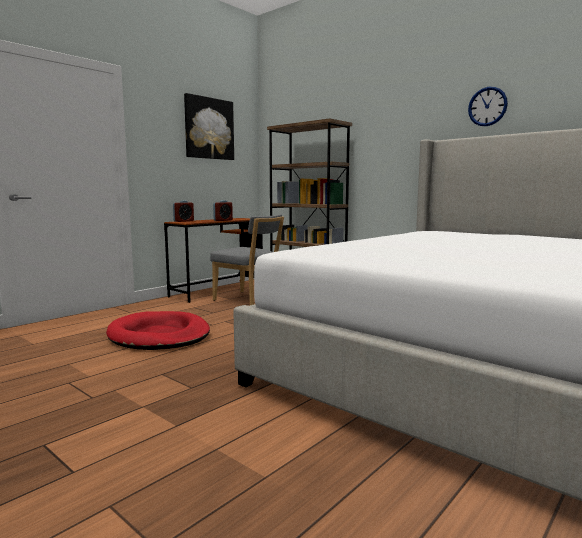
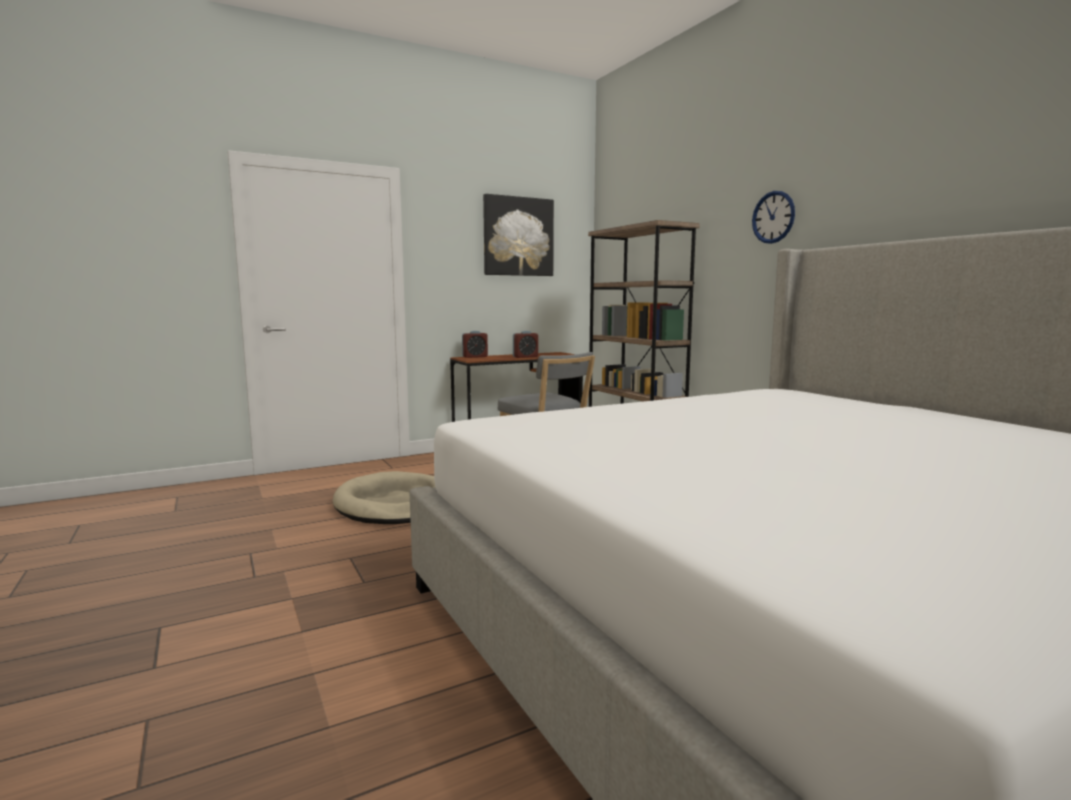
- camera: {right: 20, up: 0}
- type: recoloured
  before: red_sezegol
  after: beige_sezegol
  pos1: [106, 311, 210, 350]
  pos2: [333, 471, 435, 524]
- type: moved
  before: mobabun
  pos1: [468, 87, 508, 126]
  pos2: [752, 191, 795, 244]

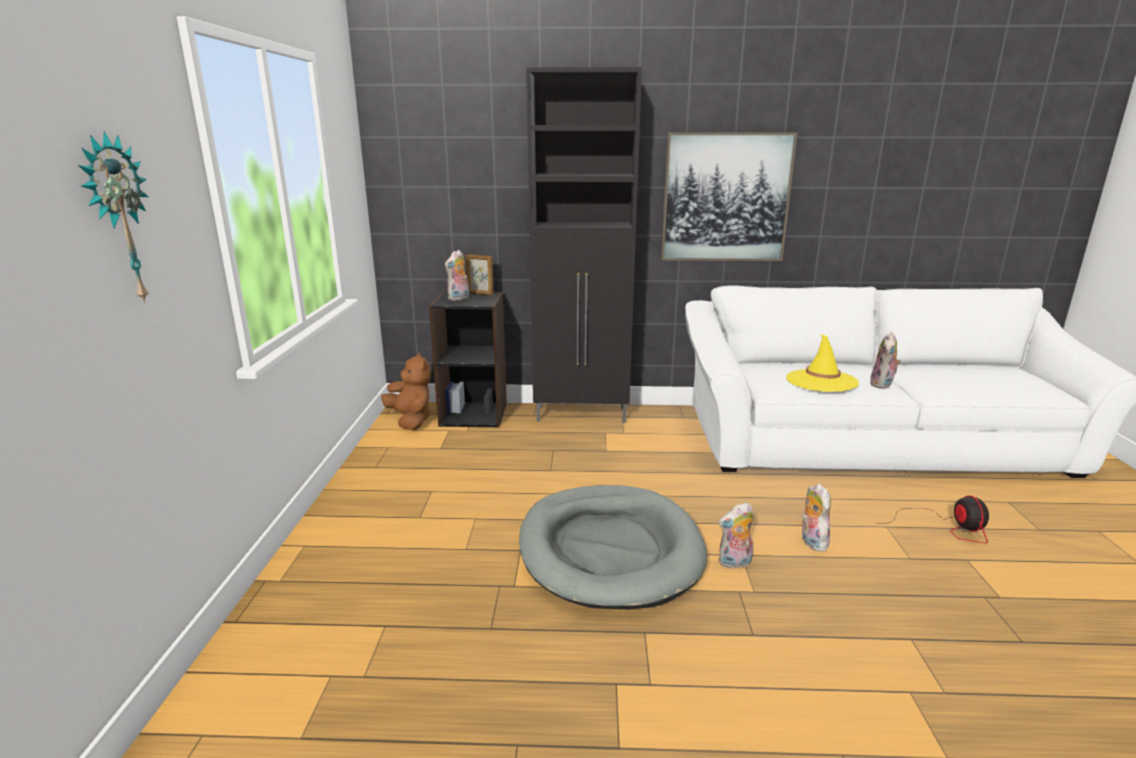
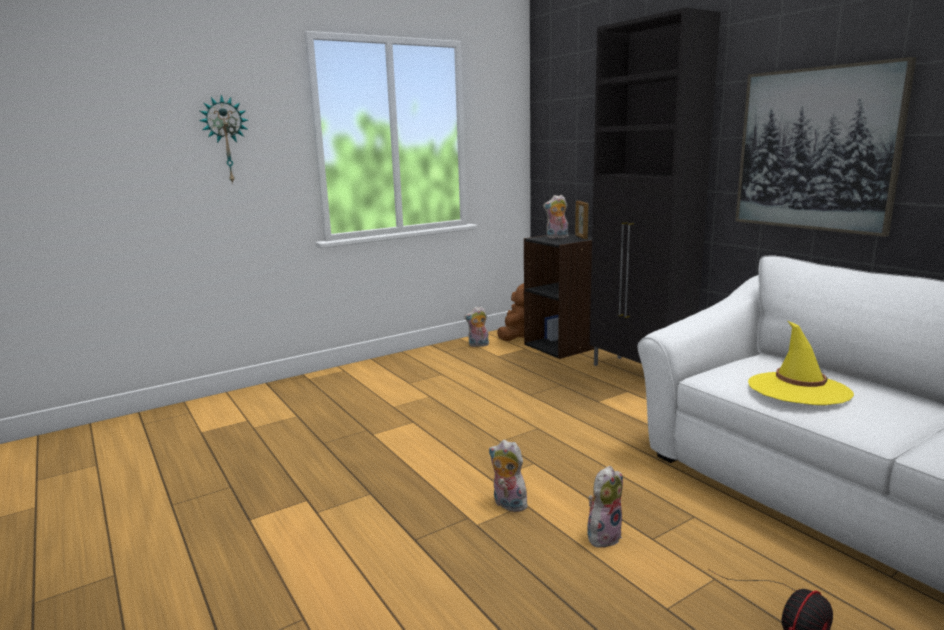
- camera: {right: 55, up: -5}
- type: removed
  before: grey_sezegol
  pos1: [519, 485, 707, 609]
- type: moved
  before: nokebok
  pos1: [870, 331, 901, 389]
  pos2: [464, 306, 489, 347]

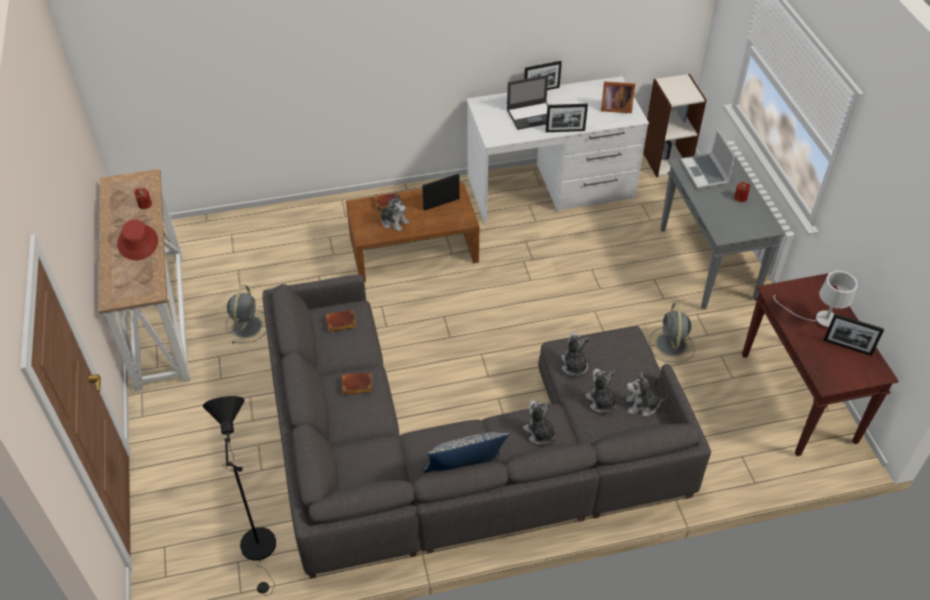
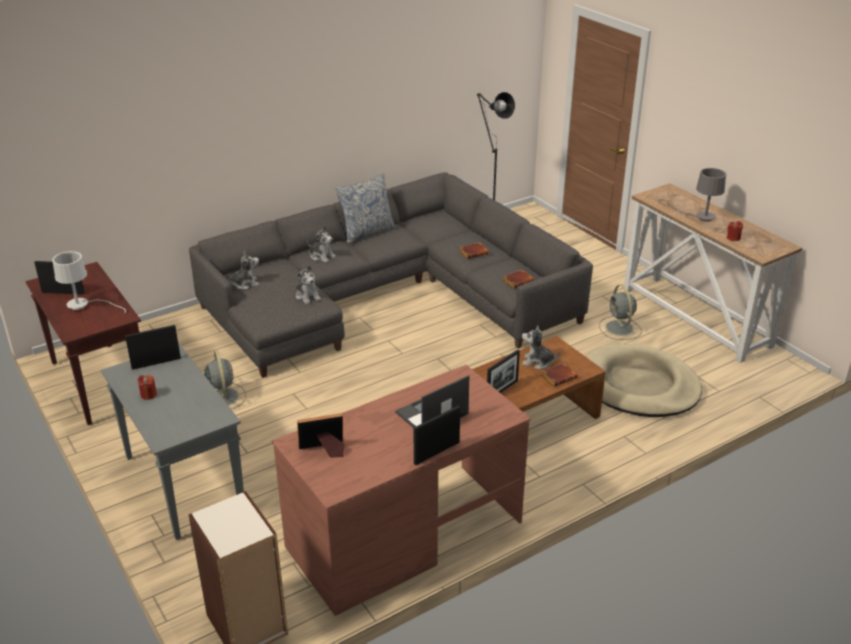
- camera: {right: 160, up: -15}
- type: replaced
  before: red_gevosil
  after: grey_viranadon
  pos1: [117, 219, 158, 260]
  pos2: [667, 168, 726, 222]
- type: recoloured
  before: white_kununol
  after: brown_kununol
  pos1: [466, 76, 649, 224]
  pos2: [272, 365, 531, 616]
- type: moved
  before: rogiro
  pos1: [546, 104, 588, 132]
  pos2: [125, 325, 181, 370]
- type: removed
  before: nokebok
  pos1: [585, 369, 617, 413]
- type: removed
  before: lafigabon
  pos1: [681, 129, 735, 188]
- type: added
  after: beige_sezegol
  pos2: [586, 344, 702, 417]

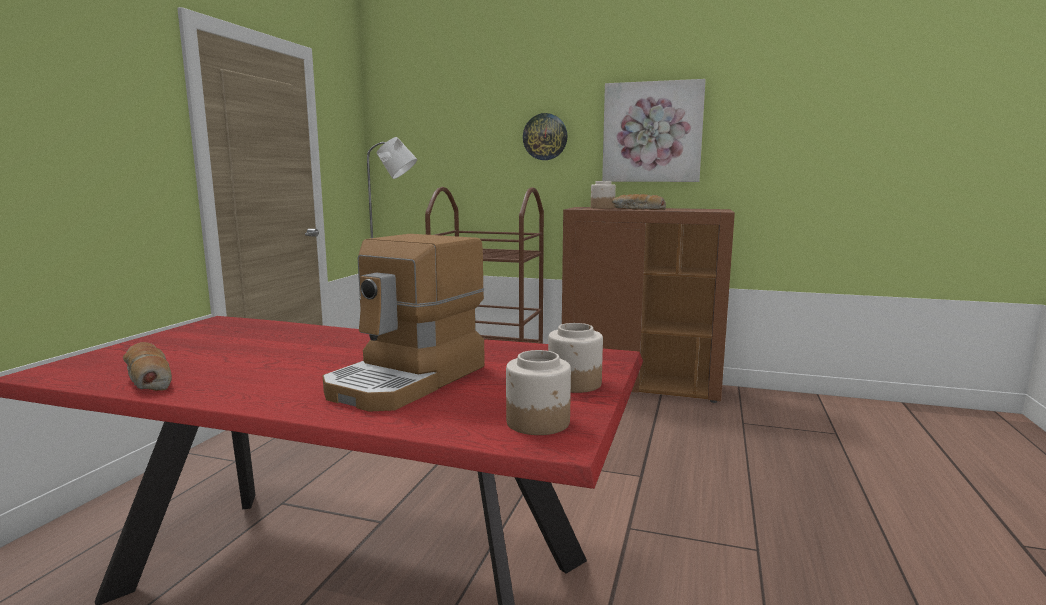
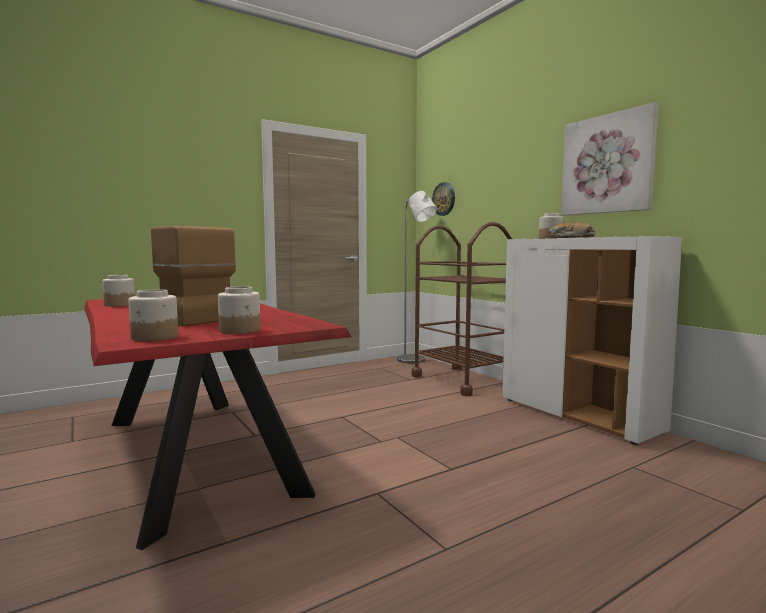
- camera: {right: 40, up: -5}
- type: replaced
  before: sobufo
  after: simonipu
  pos1: [123, 342, 172, 391]
  pos2: [102, 275, 135, 307]
- type: turned
  before: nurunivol
  pos1: [323, 234, 485, 412]
  pos2: [151, 226, 236, 326]
  turn: 60
- type: moved
  before: mobabun
  pos1: [523, 113, 568, 160]
  pos2: [432, 182, 455, 216]
- type: recoloured
  before: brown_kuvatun
  after: white_kuvatun
  pos1: [562, 207, 735, 403]
  pos2: [502, 236, 682, 445]

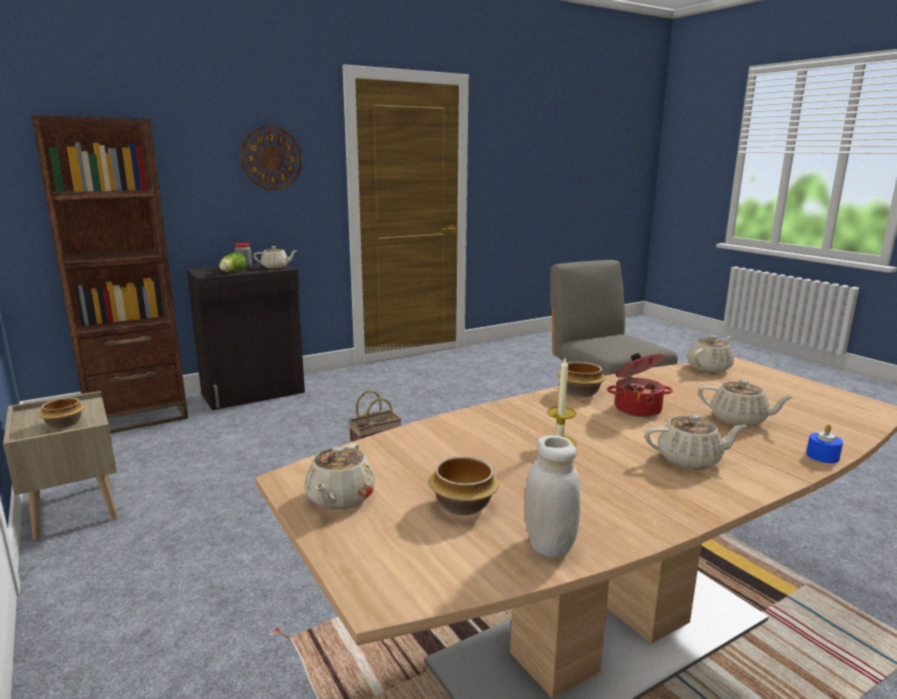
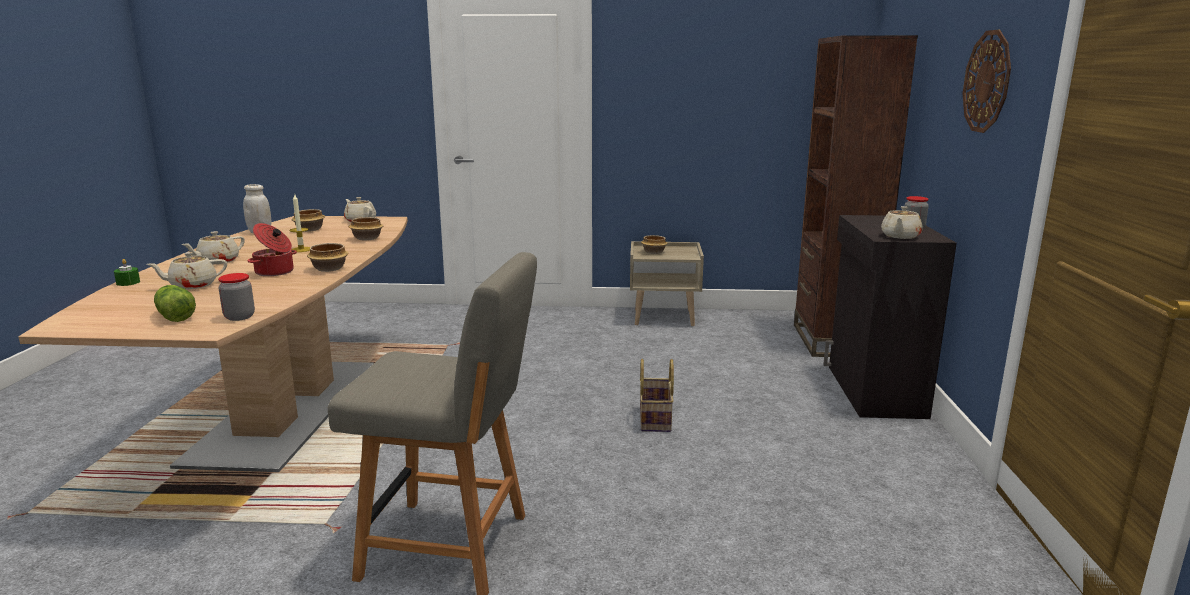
- camera: {right: 125, up: 0}
- type: moved
  before: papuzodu
  pos1: [219, 253, 246, 272]
  pos2: [154, 285, 196, 322]
- type: replaced
  before: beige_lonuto
  after: simonipu
  pos1: [687, 335, 734, 373]
  pos2: [218, 273, 255, 321]
- type: recoloured
  before: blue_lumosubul
  after: green_lumosubul
  pos1: [806, 424, 843, 463]
  pos2: [114, 259, 140, 286]
- type: added
  after: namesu
  pos2: [349, 217, 384, 240]

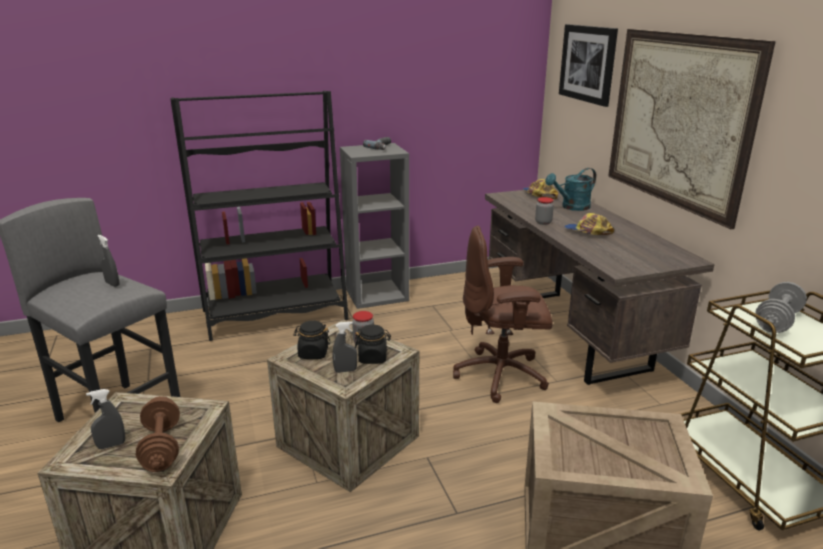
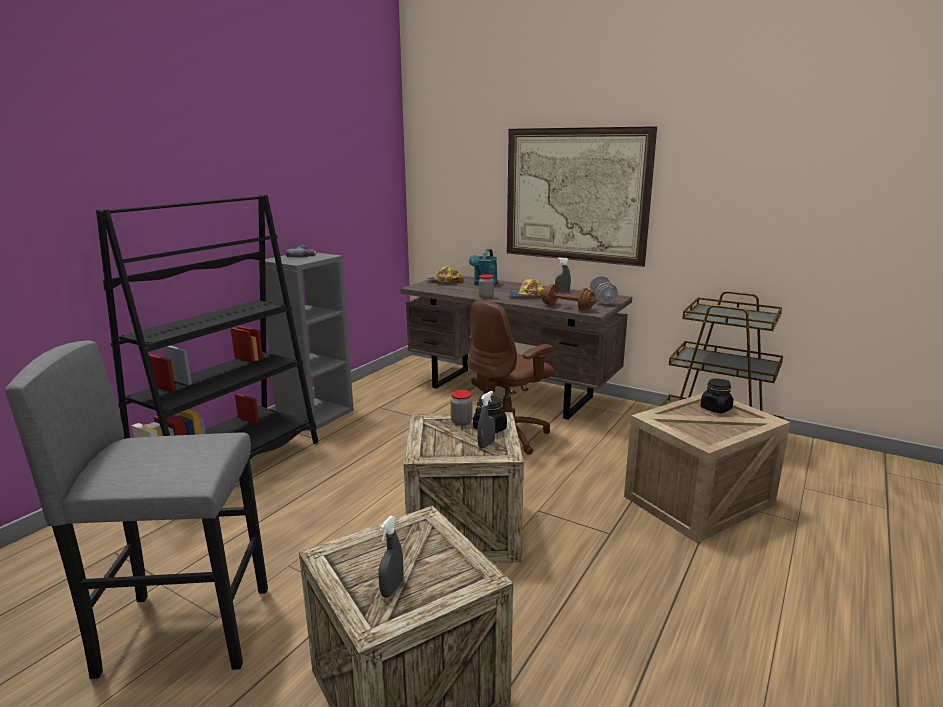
- camera: {right: -40, up: -5}
- type: moved
  before: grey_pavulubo
  pos1: [97, 235, 120, 287]
  pos2: [555, 258, 571, 293]
- type: moved
  before: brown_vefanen
  pos1: [136, 396, 180, 472]
  pos2: [541, 284, 597, 311]
- type: moved
  before: black_simonipu
  pos1: [293, 321, 331, 359]
  pos2: [700, 379, 734, 413]
- type: removed
  before: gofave
  pos1: [559, 24, 618, 107]
- type: moved
  before: grey_vefanen
  pos1: [755, 282, 807, 333]
  pos2: [590, 276, 618, 304]

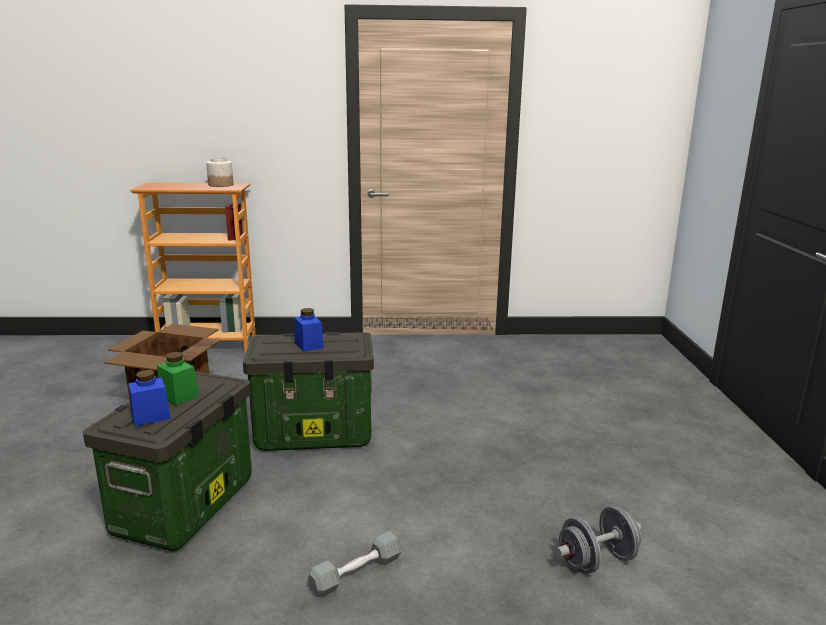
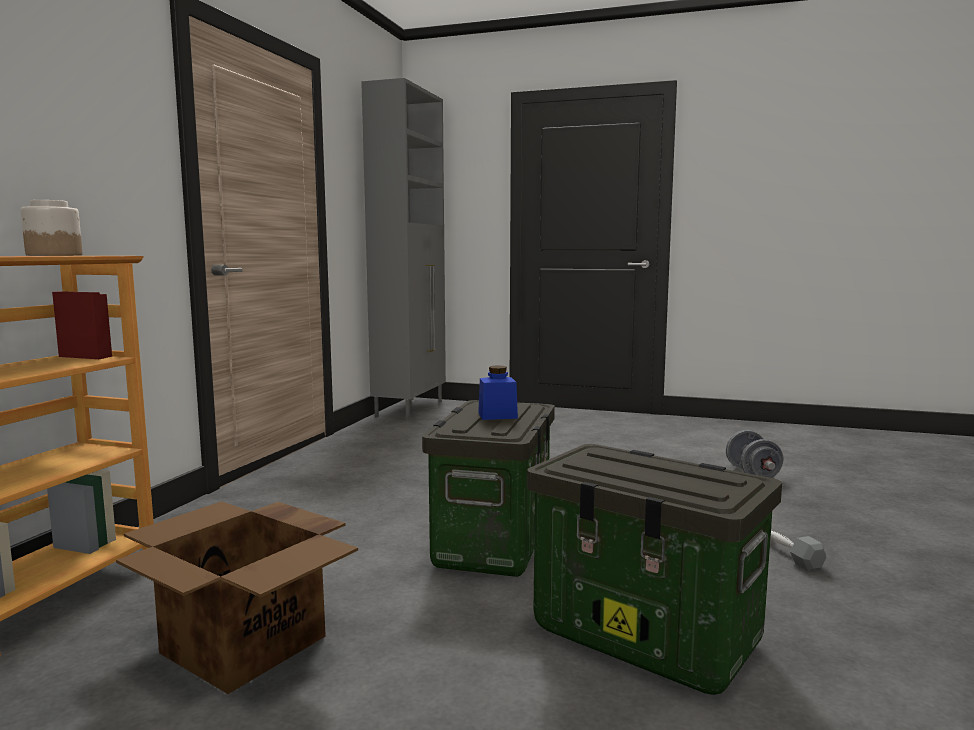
- camera: {right: -70, up: -10}
- type: removed
  before: blue_simonipu
  pos1: [128, 370, 171, 426]
- type: removed
  before: green_simonipu
  pos1: [157, 352, 199, 405]
- type: added
  after: grey_kuvatun
  pos2: [361, 78, 446, 420]

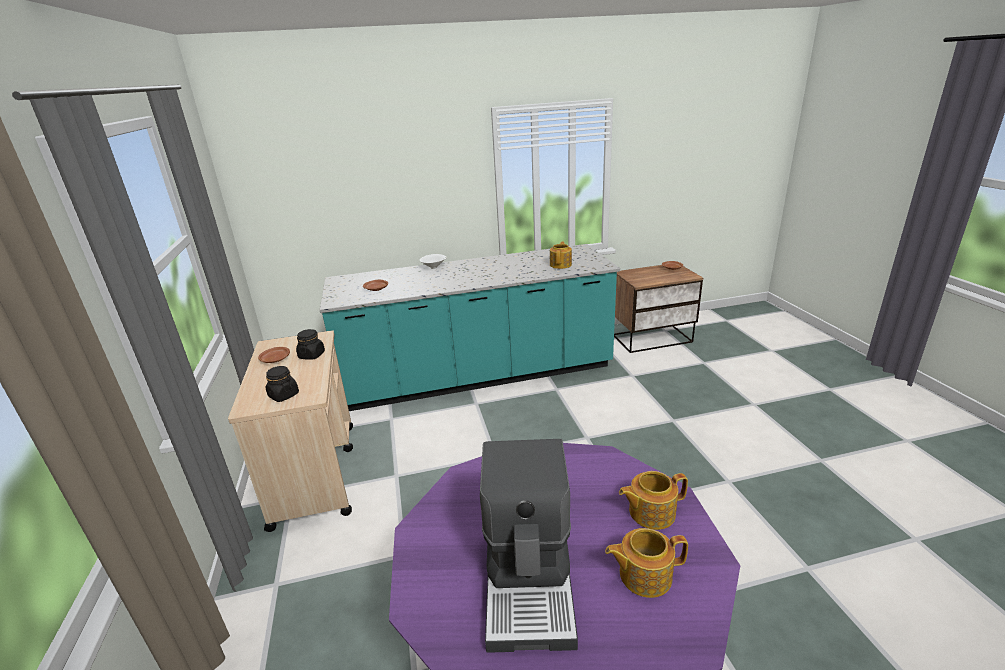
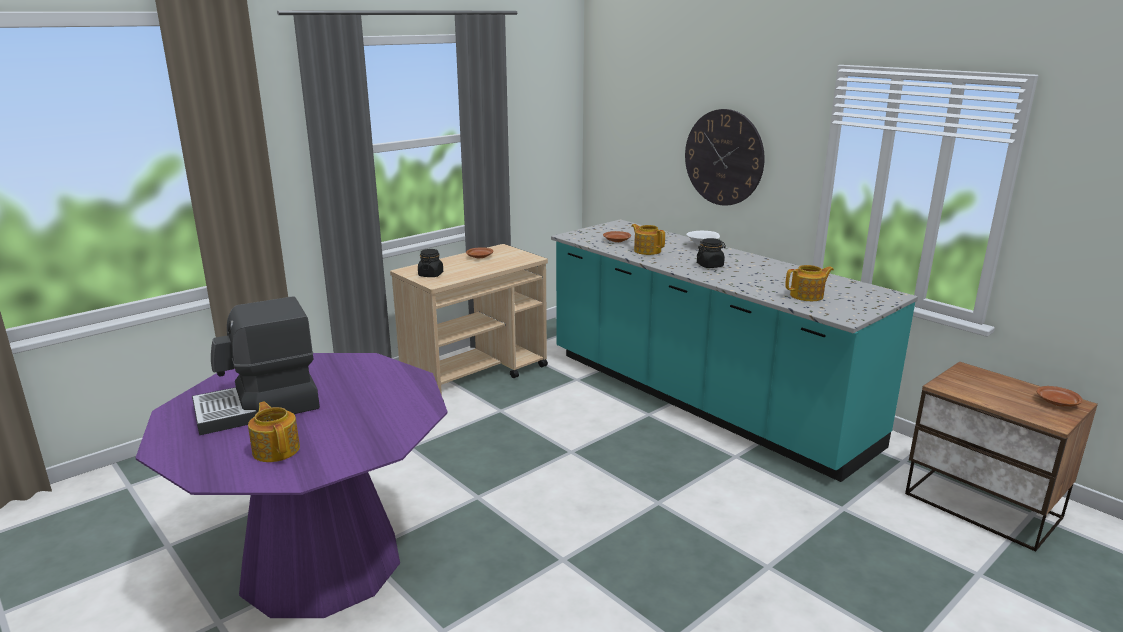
- camera: {right: 60, up: -5}
- type: moved
  before: black_simonipu
  pos1: [296, 329, 325, 360]
  pos2: [697, 238, 726, 268]
- type: moved
  before: lonuto
  pos1: [619, 471, 688, 530]
  pos2: [631, 224, 665, 255]
- type: added
  after: mobabun
  pos2: [685, 109, 765, 206]

